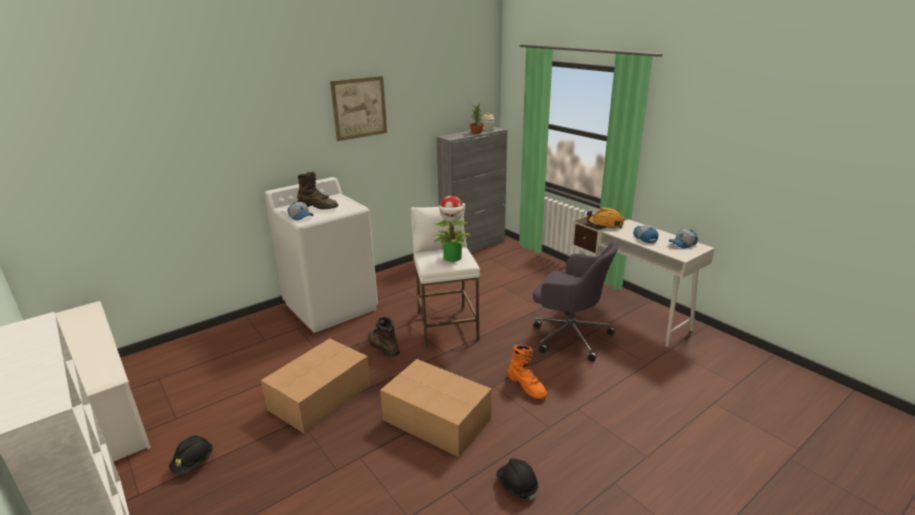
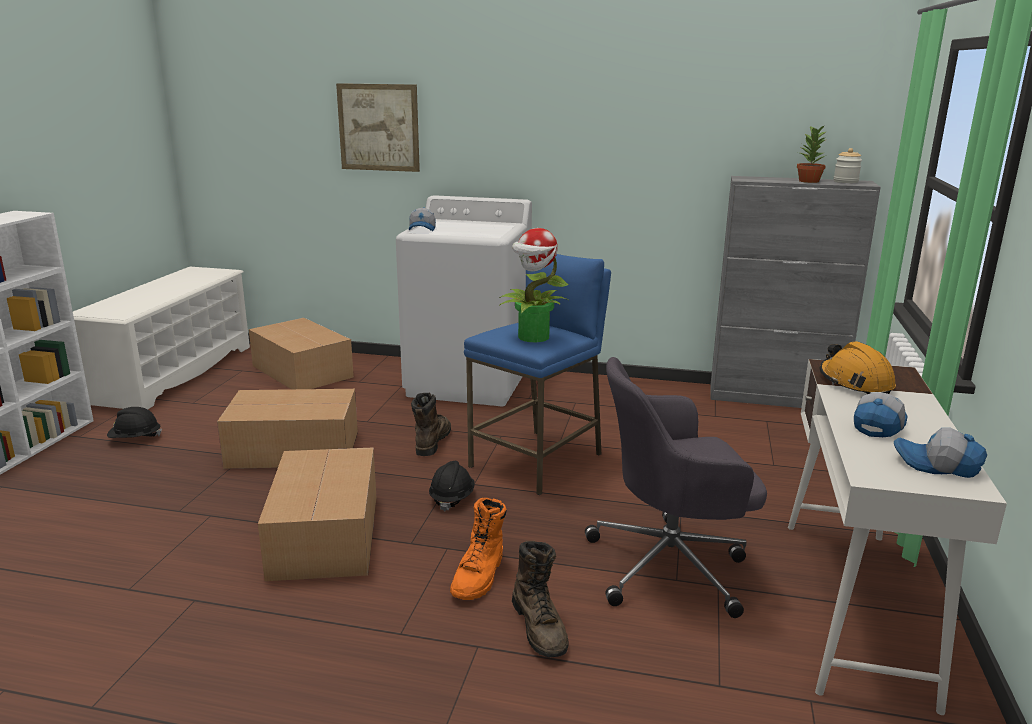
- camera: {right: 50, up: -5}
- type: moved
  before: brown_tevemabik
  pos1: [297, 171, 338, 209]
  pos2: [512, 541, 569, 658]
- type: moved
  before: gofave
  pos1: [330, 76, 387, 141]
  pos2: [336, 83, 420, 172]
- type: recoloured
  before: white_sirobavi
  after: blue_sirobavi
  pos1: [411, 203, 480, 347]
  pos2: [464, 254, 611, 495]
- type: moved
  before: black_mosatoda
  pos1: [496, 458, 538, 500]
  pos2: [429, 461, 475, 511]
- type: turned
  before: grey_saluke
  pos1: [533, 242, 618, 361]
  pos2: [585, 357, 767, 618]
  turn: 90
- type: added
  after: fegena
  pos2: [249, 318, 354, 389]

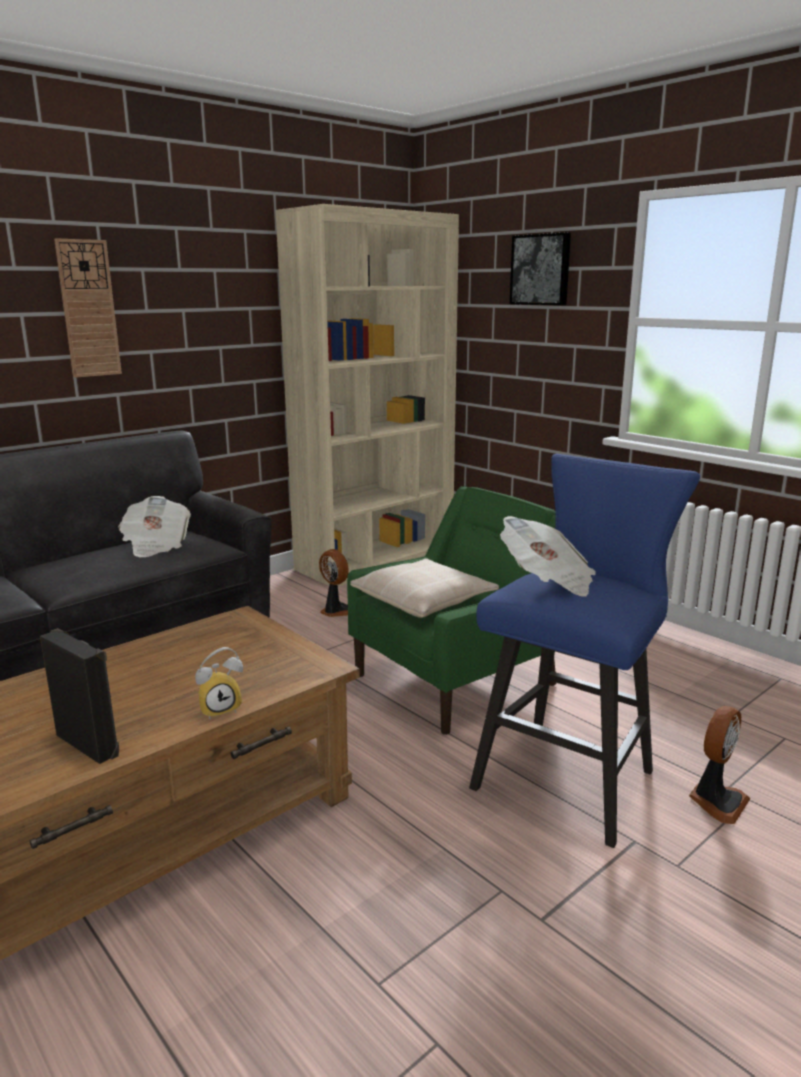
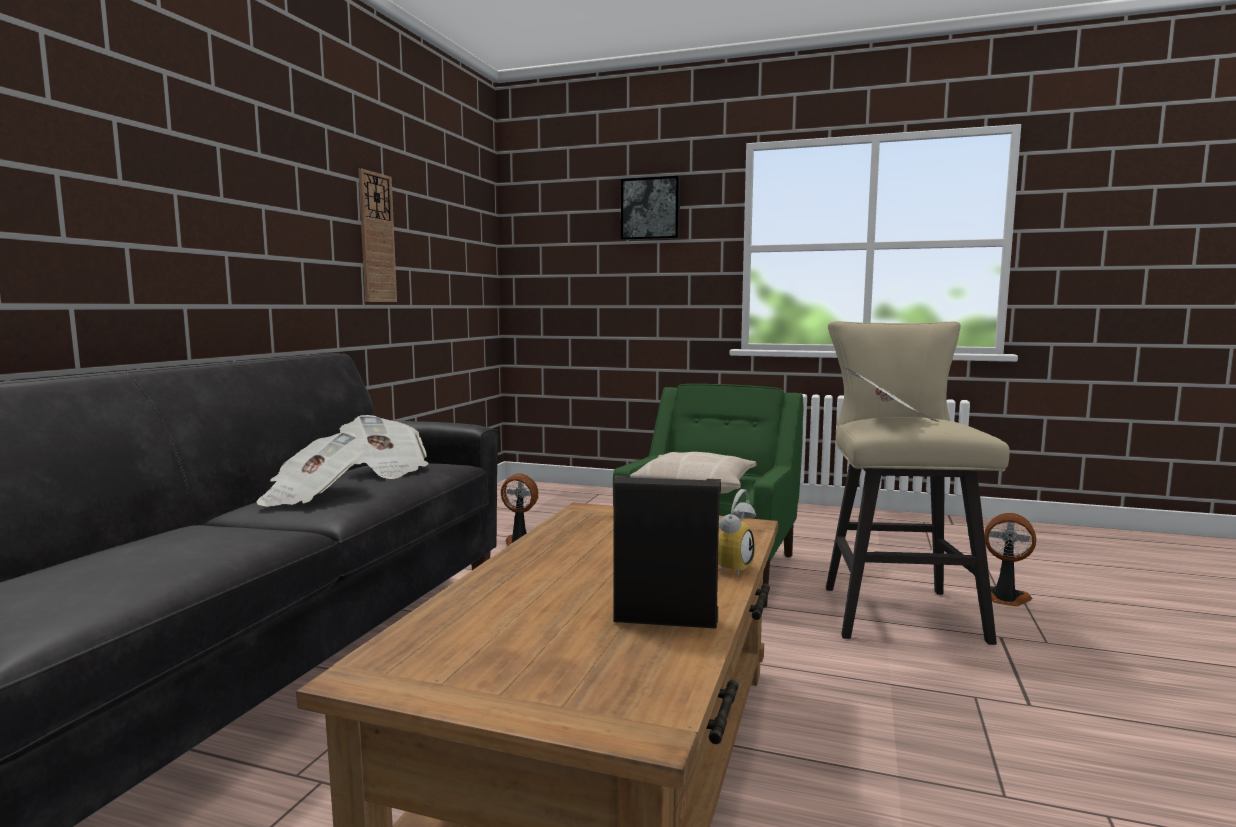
- camera: {right: -30, up: -10}
- type: moved
  before: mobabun
  pos1: [54, 239, 122, 378]
  pos2: [358, 169, 397, 302]
- type: removed
  before: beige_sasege
  pos1: [275, 204, 459, 587]
- type: recoloured
  before: blue_sirobavi
  after: beige_sirobavi
  pos1: [469, 454, 700, 848]
  pos2: [826, 321, 1010, 645]
- type: turned
  before: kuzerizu
  pos1: [689, 706, 751, 824]
  pos2: [984, 513, 1037, 607]
  turn: -75
- type: added
  after: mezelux
  pos2: [256, 432, 365, 506]

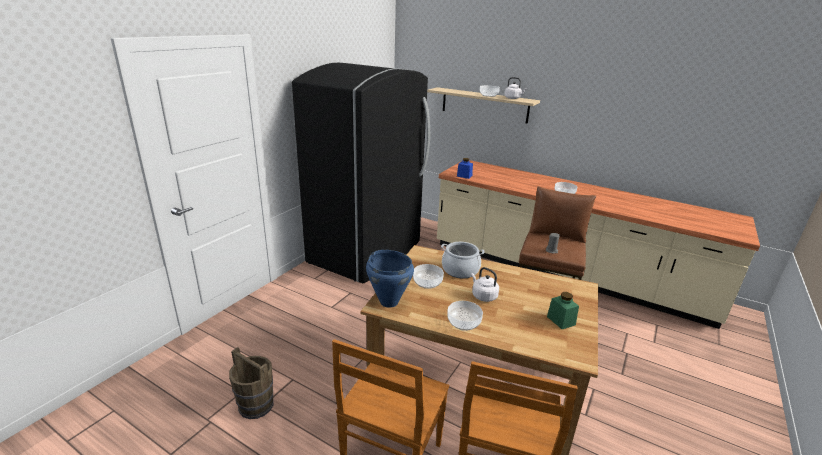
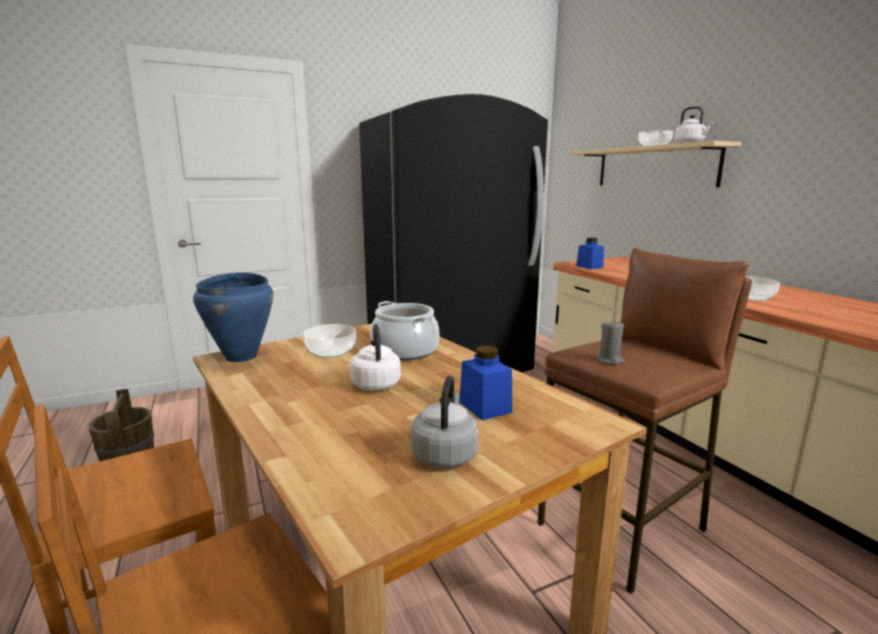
- camera: {right: 35, up: -10}
- type: removed
  before: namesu
  pos1: [447, 301, 483, 331]
- type: replaced
  before: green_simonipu
  after: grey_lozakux
  pos1: [547, 292, 579, 329]
  pos2: [411, 376, 479, 468]
- type: added
  after: blue_simonipu
  pos2: [459, 346, 512, 420]

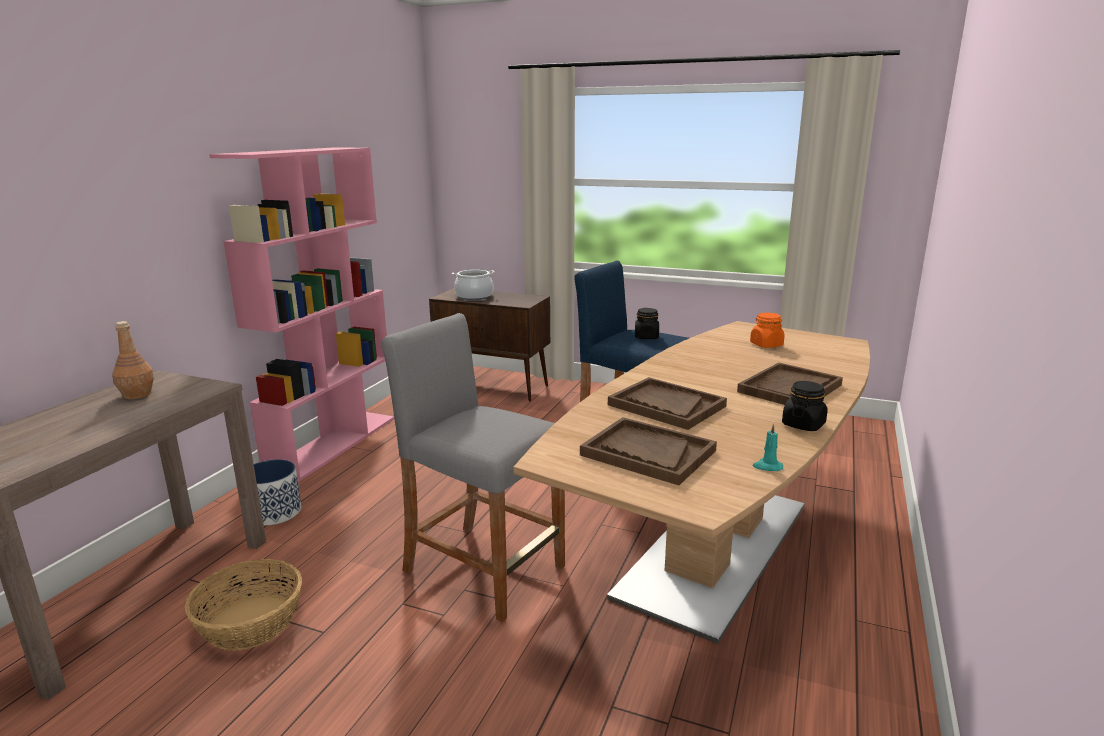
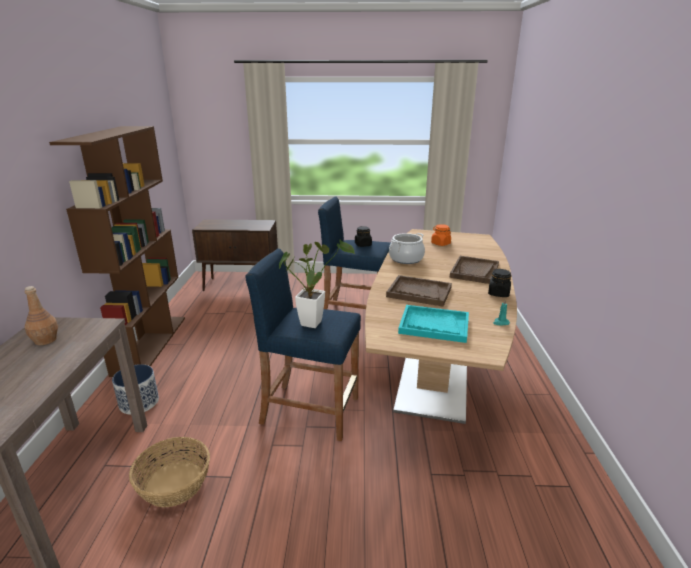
- camera: {right: -20, up: 5}
- type: recoloured
  before: pink_sasege
  after: brown_sasege
  pos1: [209, 147, 394, 482]
  pos2: [49, 126, 185, 377]
- type: recoloured
  before: grey_sirobavi
  after: blue_sirobavi
  pos1: [381, 313, 565, 622]
  pos2: [246, 248, 361, 441]
- type: moved
  before: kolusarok
  pos1: [452, 270, 495, 300]
  pos2: [389, 233, 425, 264]
- type: recoloured
  before: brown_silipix
  after: turquoise_silipix
  pos1: [580, 417, 717, 485]
  pos2: [398, 305, 469, 343]
- type: added
  after: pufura
  pos2: [279, 240, 355, 328]

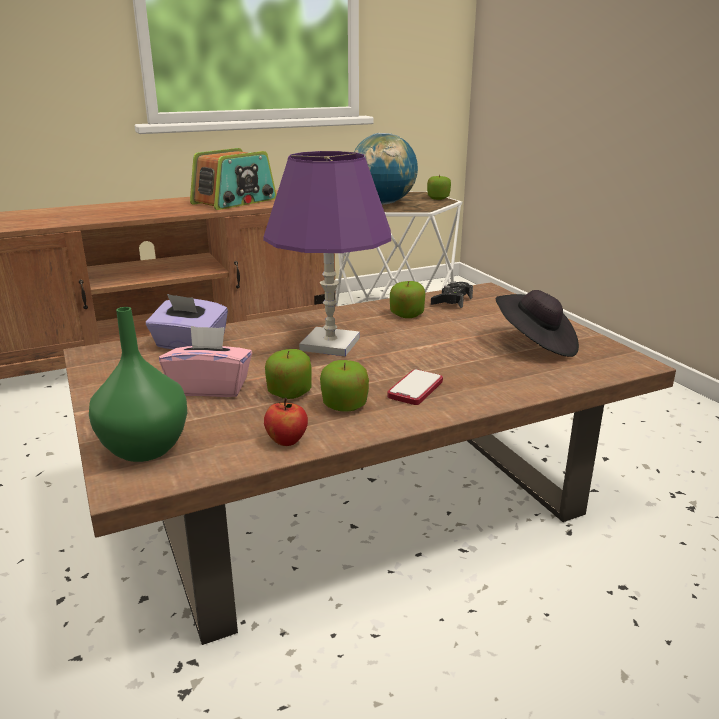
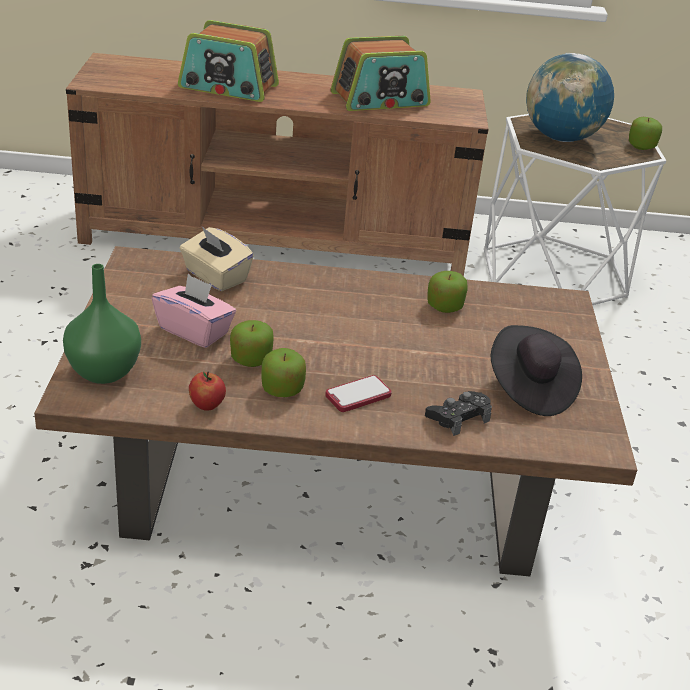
- camera: {right: 25, up: 10}
- type: recoloured
  before: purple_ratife
  after: beige_ratife
  pos1: [146, 294, 228, 349]
  pos2: [179, 227, 254, 291]
- type: removed
  before: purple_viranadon
  pos1: [263, 151, 391, 356]
- type: moved
  before: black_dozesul
  pos1: [431, 281, 473, 308]
  pos2: [425, 391, 492, 436]
- type: added
  after: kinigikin
  pos2: [178, 20, 279, 102]

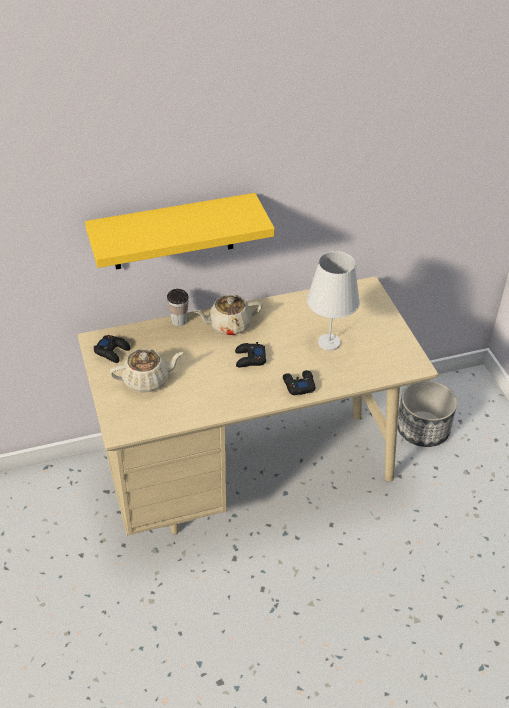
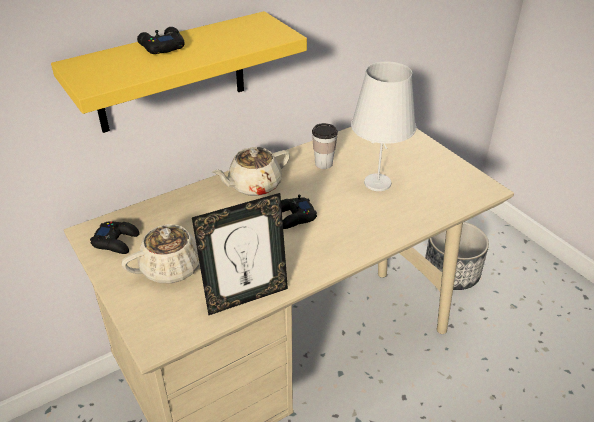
- camera: {right: -15, up: -5}
- type: moved
  before: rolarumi
  pos1: [167, 289, 189, 326]
  pos2: [312, 123, 338, 169]
- type: moved
  before: black_dozesul
  pos1: [283, 370, 315, 395]
  pos2: [137, 27, 185, 54]
- type: added
  after: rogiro
  pos2: [192, 193, 288, 315]

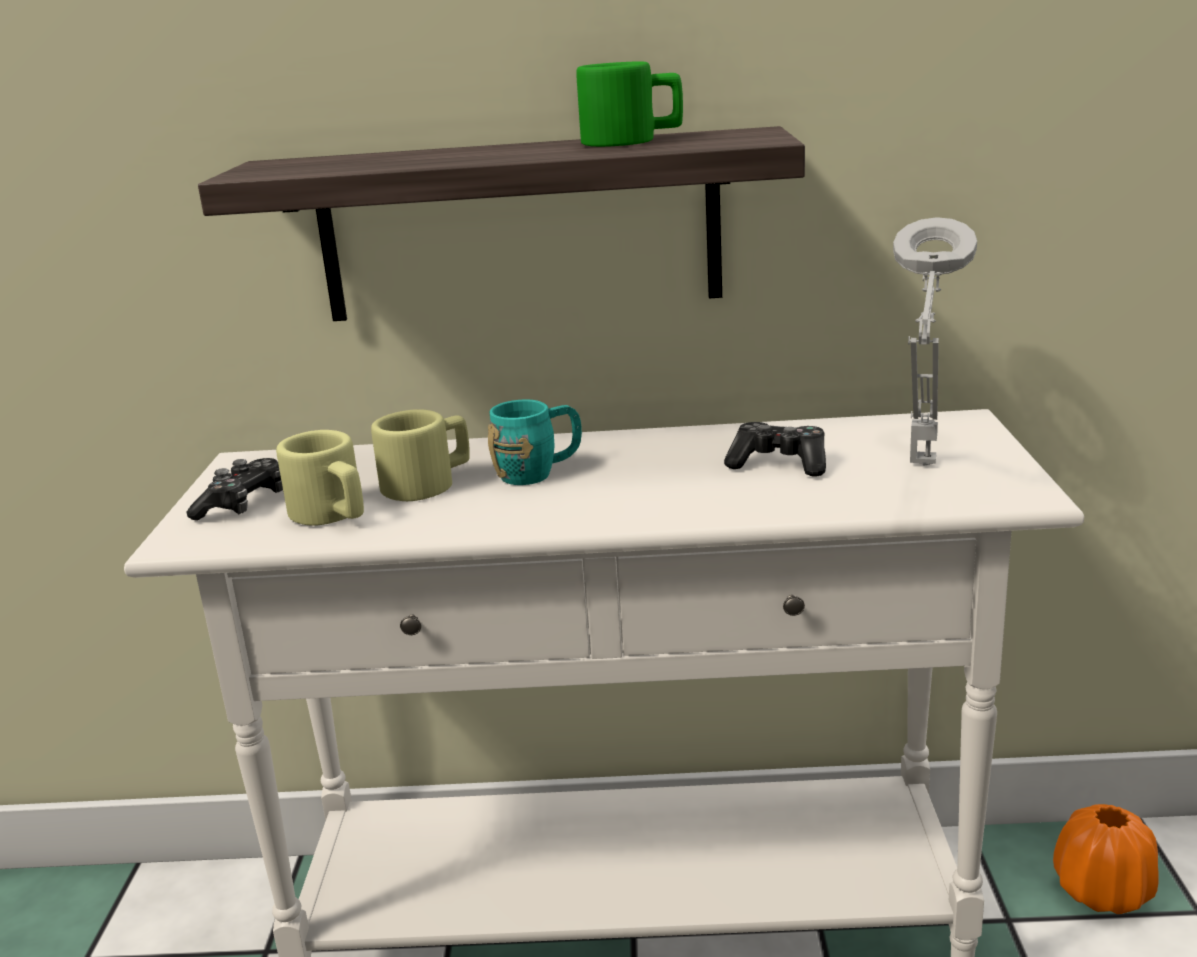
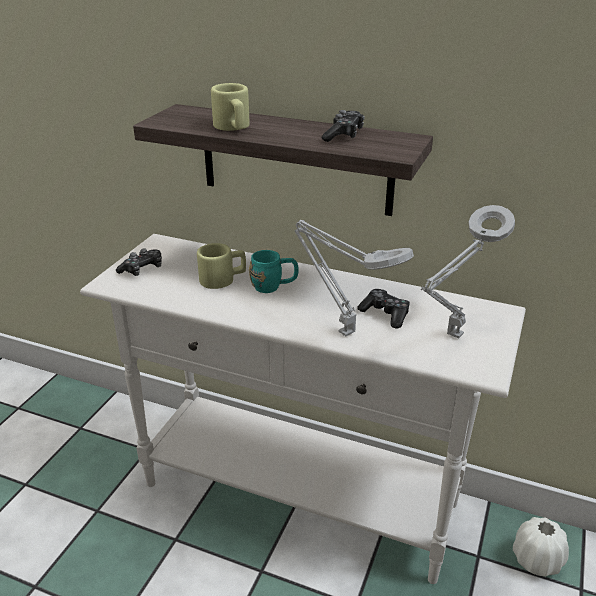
- camera: {right: 20, up: 10}
- type: moved
  before: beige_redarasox
  pos1: [276, 430, 364, 526]
  pos2: [211, 83, 250, 131]
- type: replaced
  before: green_redarasox
  after: dozesul
  pos1: [576, 61, 683, 147]
  pos2: [322, 110, 365, 142]
- type: recoloured
  before: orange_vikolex
  after: white_vikolex
  pos1: [1053, 804, 1159, 914]
  pos2: [513, 517, 569, 577]
- type: added
  after: grey_viranadon
  pos2: [295, 220, 414, 336]

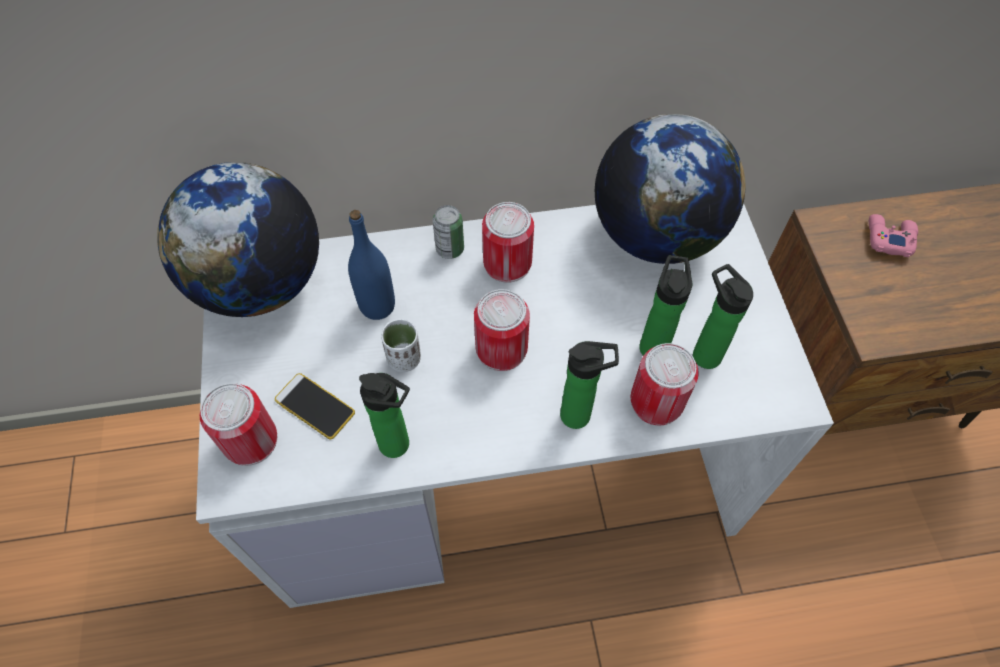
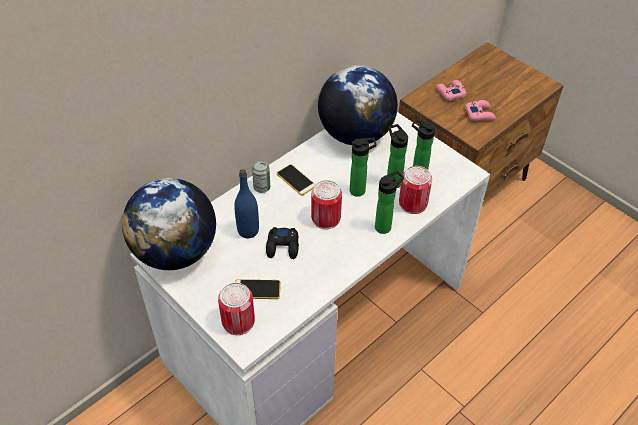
- camera: {right: -35, up: -10}
- type: moved
  before: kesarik
  pos1: [359, 373, 410, 458]
  pos2: [350, 138, 377, 197]
- type: replaced
  before: white_rolarumi
  after: black_dozesul
  pos1: [381, 319, 421, 372]
  pos2: [266, 227, 299, 259]
- type: replaced
  before: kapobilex
  after: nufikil
  pos1: [482, 202, 534, 283]
  pos2: [277, 164, 316, 195]
- type: added
  after: pink_dozesul
  pos2: [465, 100, 496, 121]

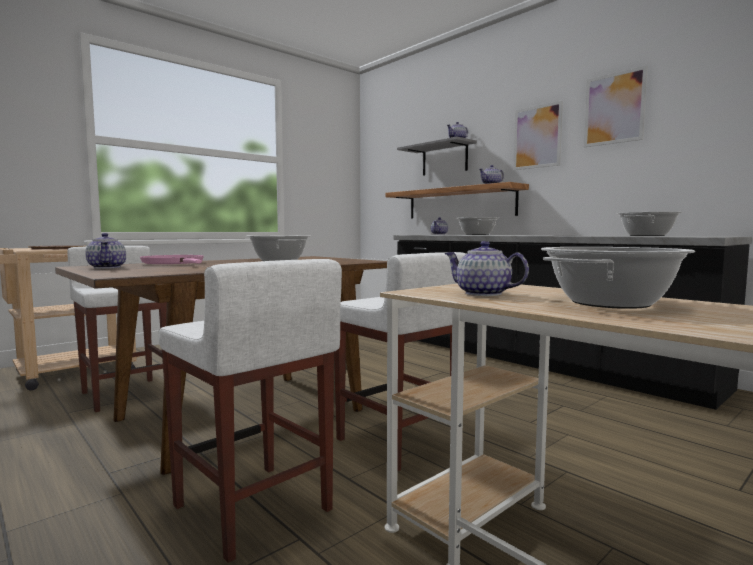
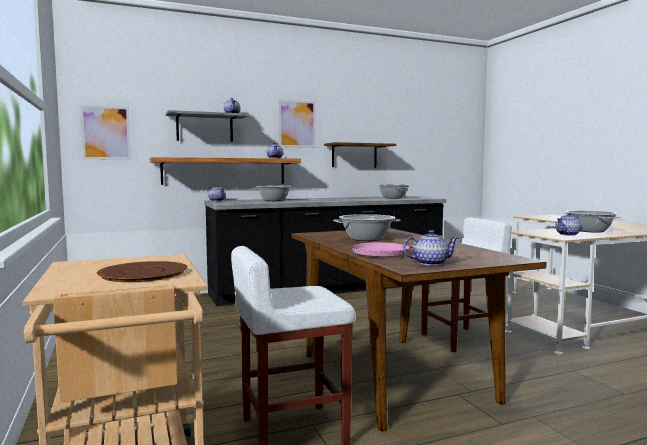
- camera: {right: -70, up: 0}
- type: removed
  before: white_sirobavi
  pos1: [158, 259, 342, 563]
- type: moved
  before: gofave
  pos1: [584, 66, 647, 147]
  pos2: [80, 105, 131, 160]
- type: added
  after: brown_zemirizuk
  pos2: [324, 142, 396, 167]

